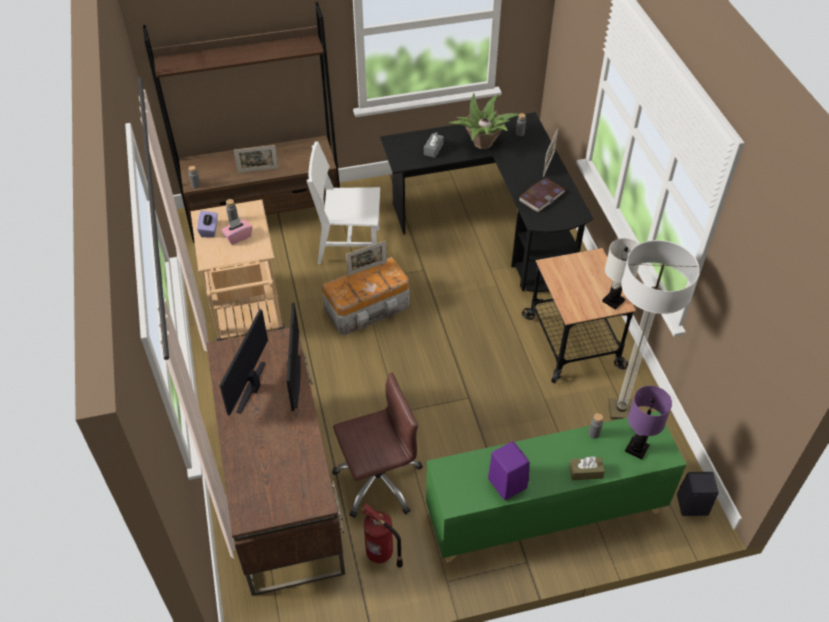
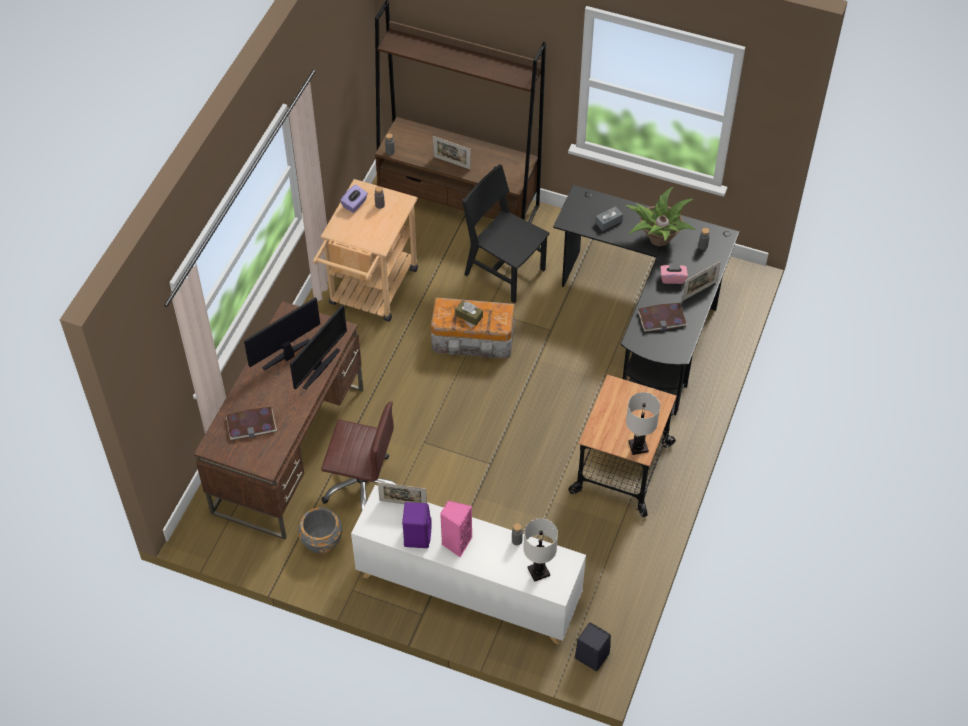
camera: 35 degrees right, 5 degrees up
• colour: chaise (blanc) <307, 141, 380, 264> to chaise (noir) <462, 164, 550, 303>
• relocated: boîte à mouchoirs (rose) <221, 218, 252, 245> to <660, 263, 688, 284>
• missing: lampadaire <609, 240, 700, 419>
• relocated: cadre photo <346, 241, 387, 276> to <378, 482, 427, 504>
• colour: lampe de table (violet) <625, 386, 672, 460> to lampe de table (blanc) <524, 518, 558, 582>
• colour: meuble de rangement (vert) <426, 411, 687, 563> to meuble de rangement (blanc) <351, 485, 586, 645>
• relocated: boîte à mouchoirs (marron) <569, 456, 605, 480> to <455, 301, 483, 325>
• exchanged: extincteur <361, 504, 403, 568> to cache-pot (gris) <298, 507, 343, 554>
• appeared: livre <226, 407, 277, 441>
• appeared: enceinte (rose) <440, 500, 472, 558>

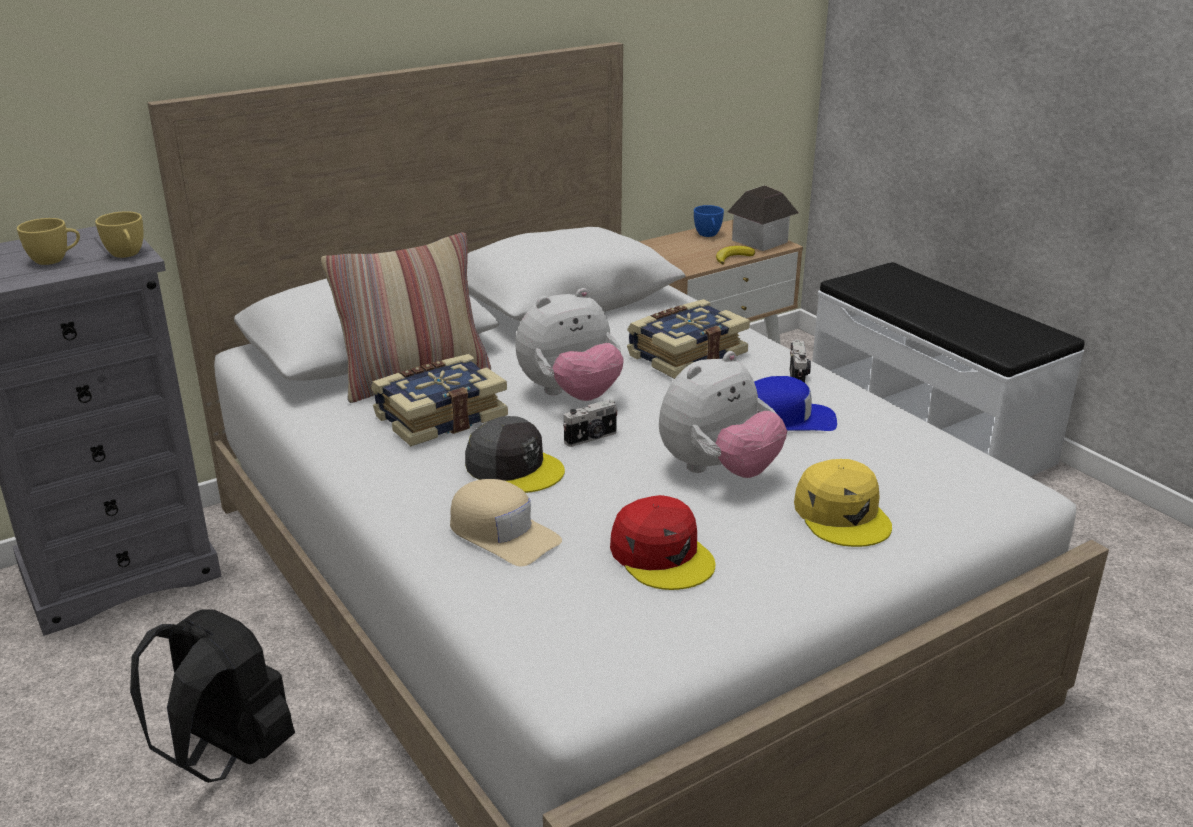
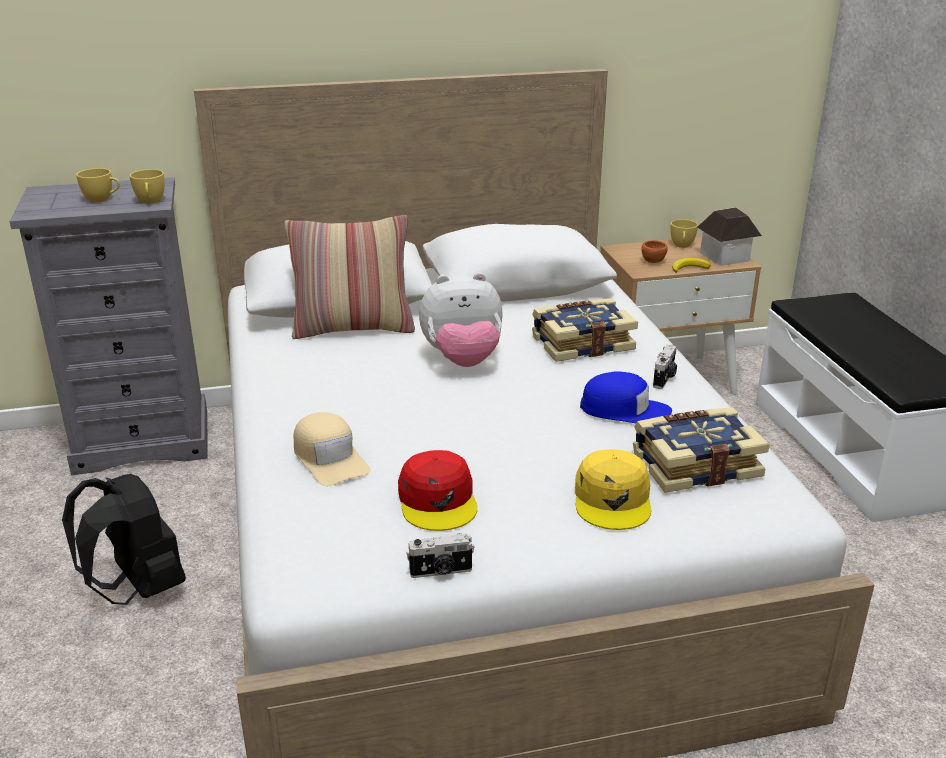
camera: 20 degrees right, 0 degrees up
• colour: tasse (bleu) <694, 205, 724, 237> to tasse (jaune) <671, 219, 698, 248>
• missing: peluche <659, 351, 787, 478>
• relocated: livre <371, 354, 508, 446> to <633, 407, 770, 493>
• relocated: appareil photo <563, 399, 618, 447> to <407, 533, 474, 578>
• missing: casquette (gris) <465, 416, 565, 493>
• appeared: tasse (marron) <641, 240, 668, 263>

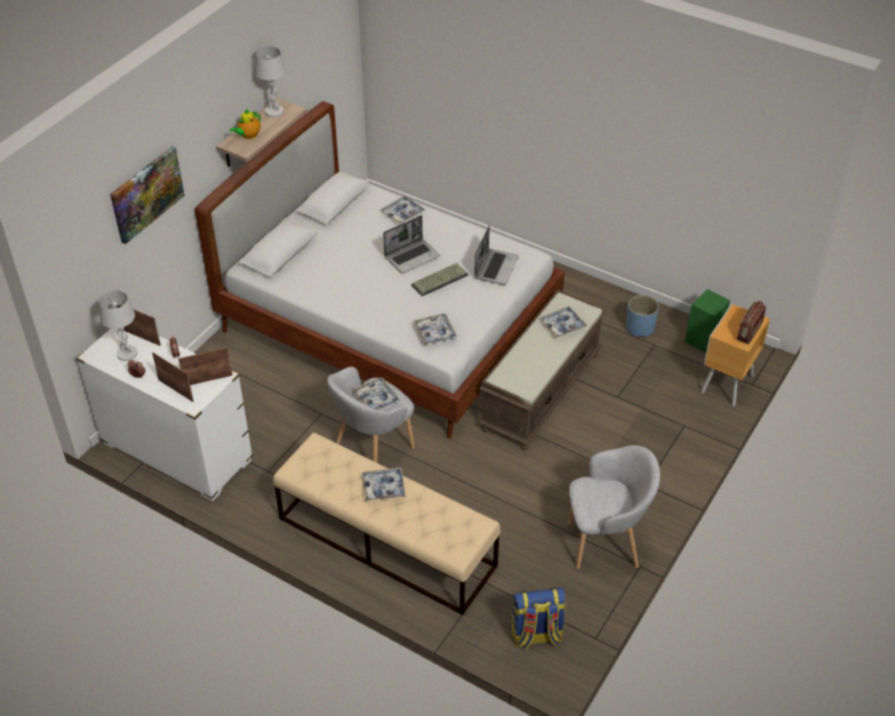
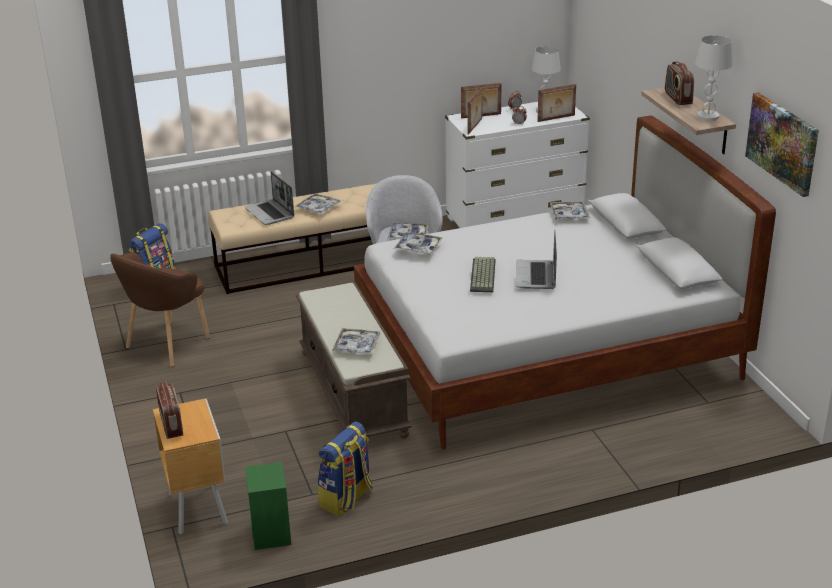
camera: 130 degrees right, 15 degrees down
• exchanged: théière <230, 109, 261, 139> to radio <665, 61, 694, 105>
• relocated: tableau <110, 147, 185, 244> to <745, 93, 819, 197>
• relocated: plateau <381, 196, 425, 224> to <550, 201, 591, 219>
• relocated: ordinateur portable <474, 226, 519, 285> to <245, 171, 294, 225>
• exchanged: cache-pot (bleu) <626, 295, 659, 337> to sac à dos <318, 422, 373, 516>
• colour: fauteuil (gris) <567, 445, 660, 569> to fauteuil (marron) <110, 253, 210, 367>

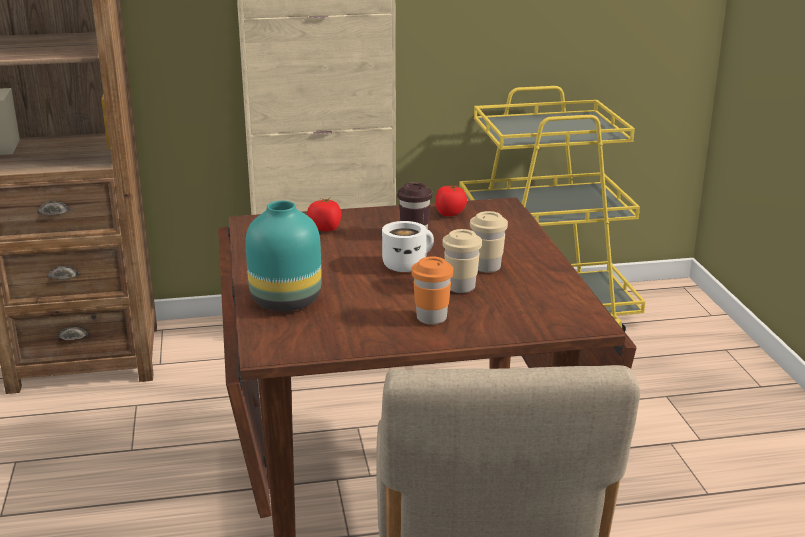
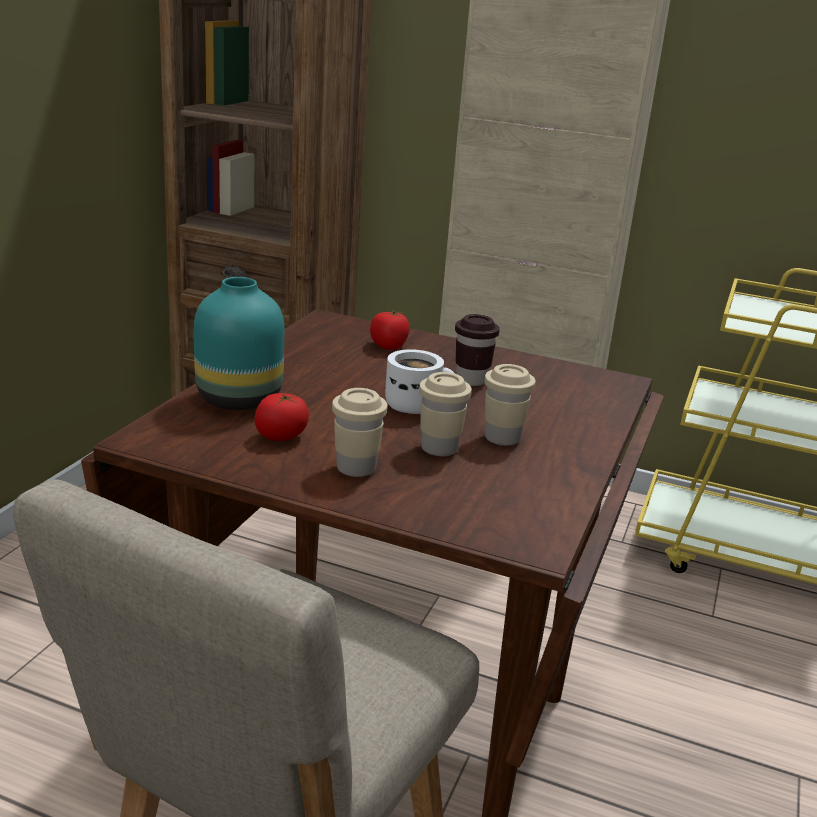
camera: 30 degrees right, 0 degrees up
• relocated: tomate <436, 185, 467, 216> to <255, 393, 309, 441>
• colour: tasse (orange) <411, 257, 453, 325> to tasse (beige) <332, 388, 388, 477>

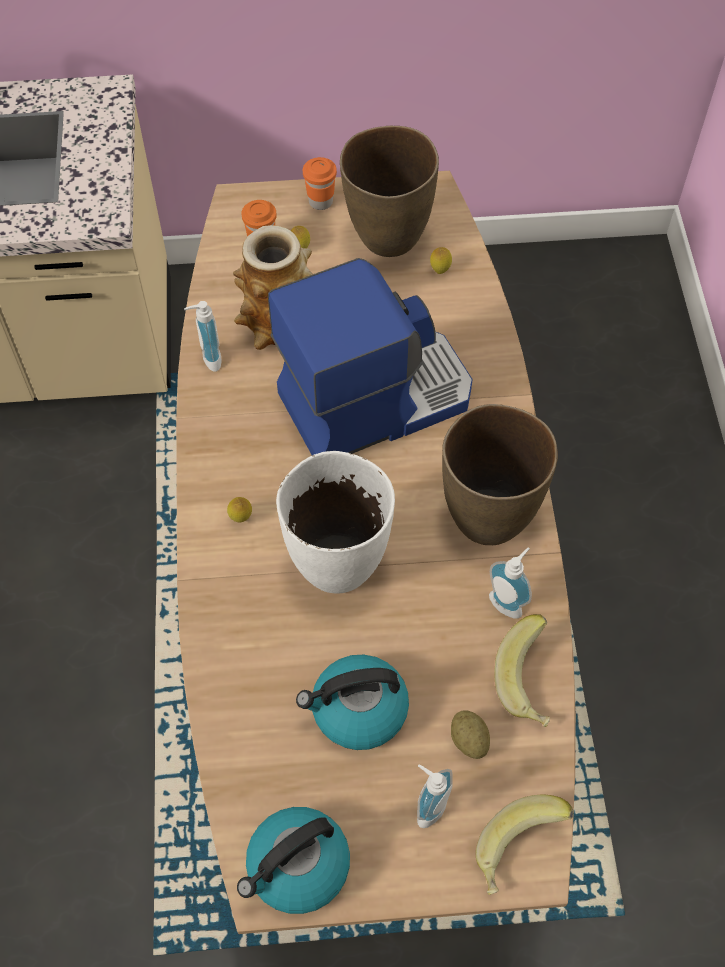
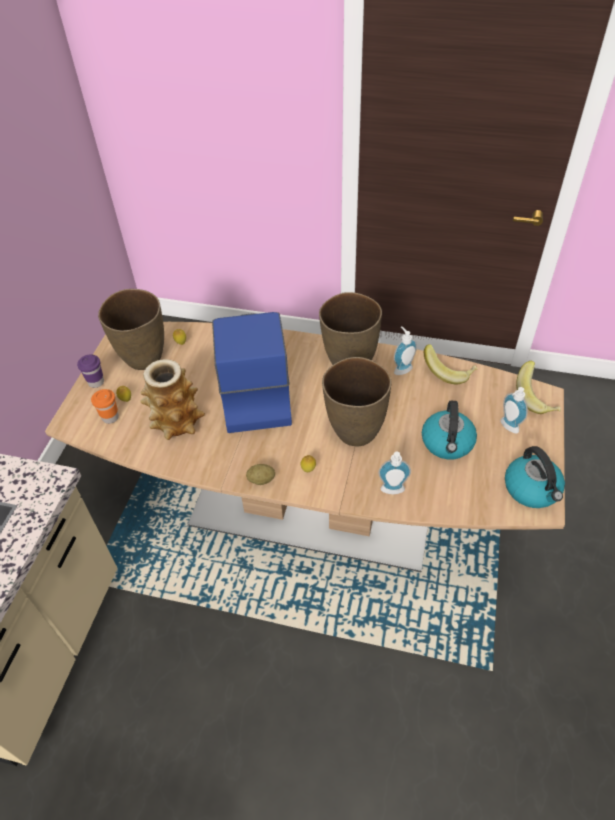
camera: 70 degrees left, 10 degrees down
• colour: tasse (orange) <303, 157, 337, 210> to tasse (violet) <77, 355, 104, 388>
• relocated: distributeur de savon <184, 301, 222, 372> to <378, 451, 411, 494>
• colour: vase (blanc) <276, 451, 395, 594> to vase (marron) <322, 357, 392, 446>
• relocated: pomme de terre <451, 710, 490, 759> to <246, 464, 275, 485>

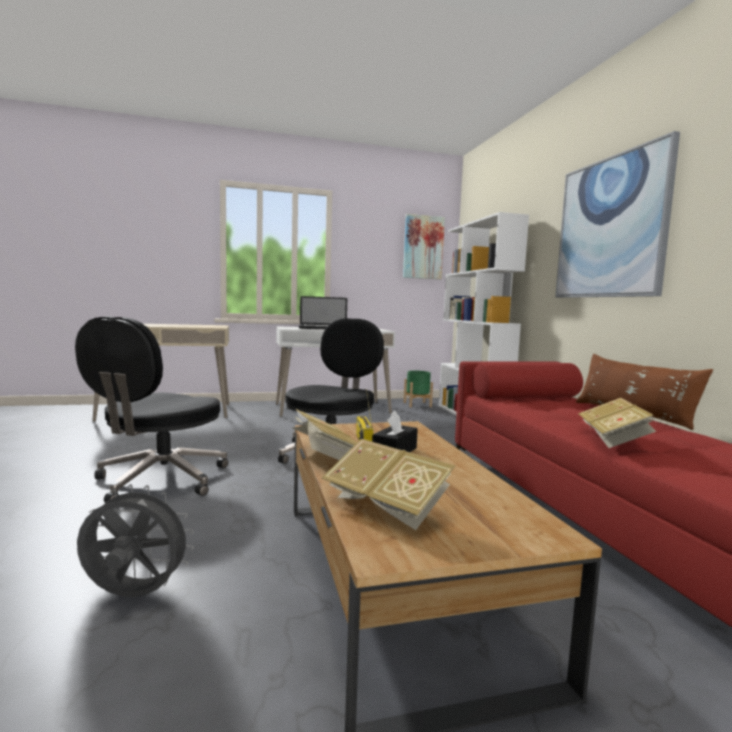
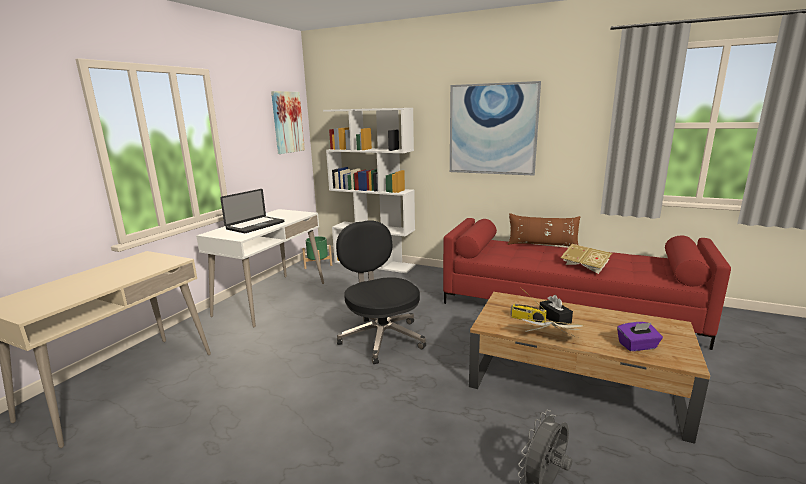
camera: 50 degrees left, 10 degrees up
• missing: chaise de bureau (noir) <75, 316, 228, 503>
• exchanged: livre <322, 439, 455, 530> to boîte à mouchoirs (violet) <617, 322, 663, 351>

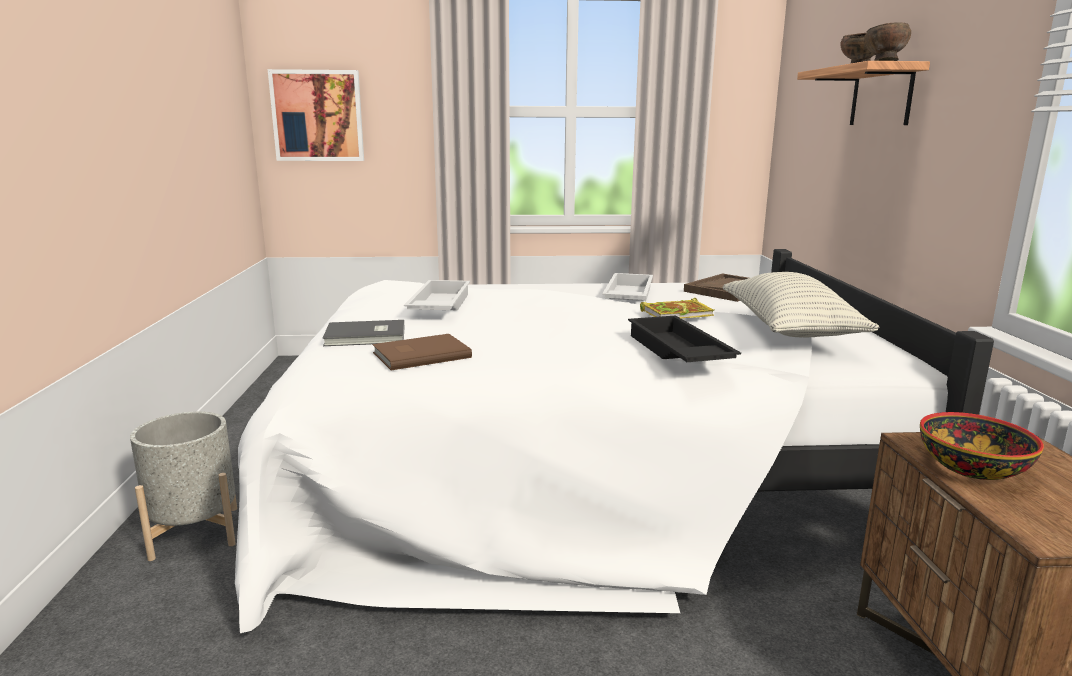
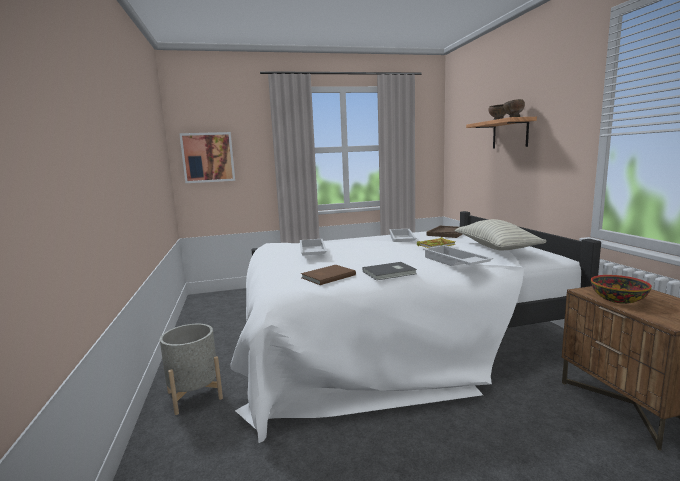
camera: 10 degrees left, 5 degrees down
• colour: plateau (noir) <628, 315, 741, 362> to plateau (blanc) <423, 245, 493, 266>
• relocated: livre (gris) <323, 320, 405, 346> to <362, 262, 417, 280>

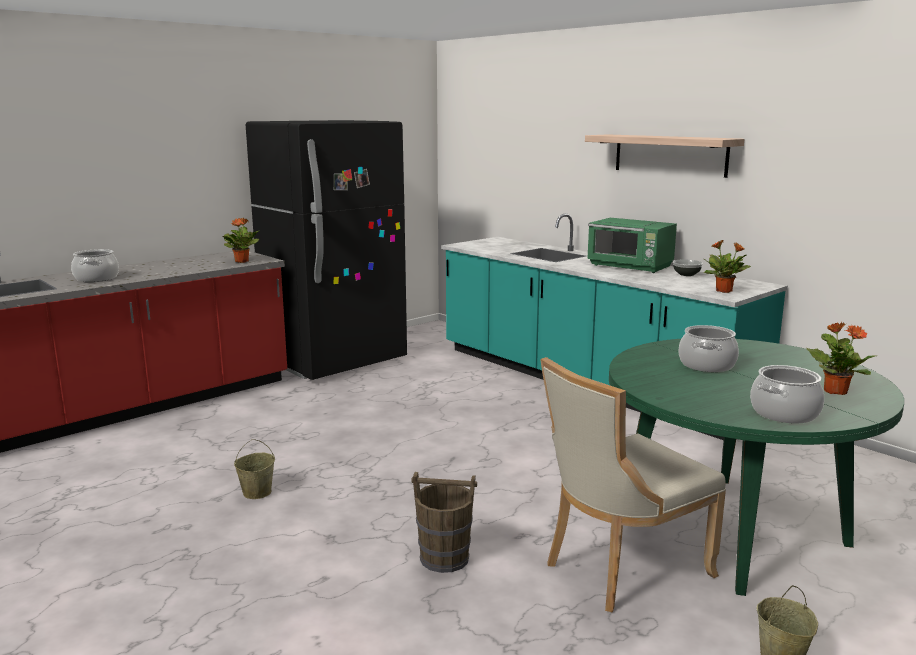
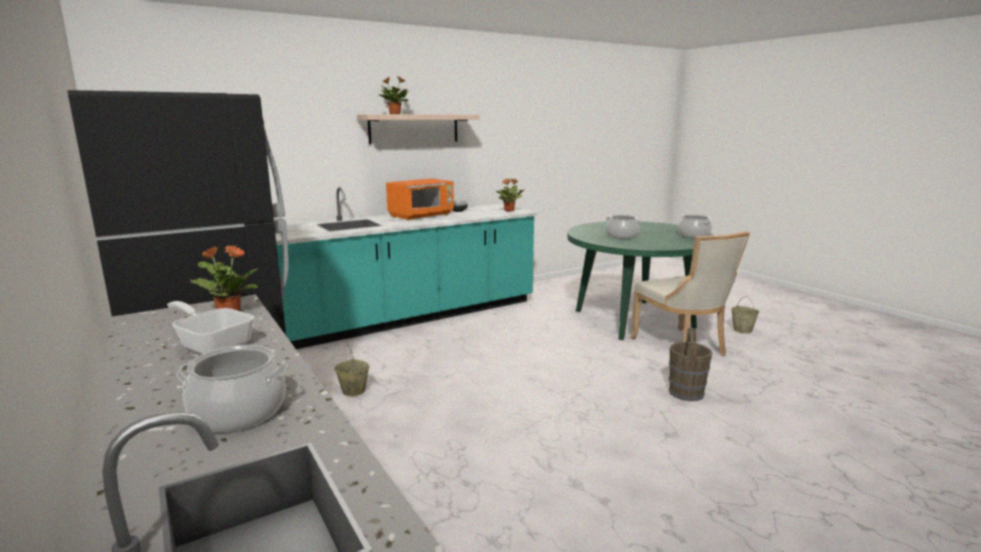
camera: 80 degrees left, 0 degrees up
• colour: micro-ondes (vert) <587, 218, 677, 273> to micro-ondes (orange) <386, 178, 454, 220>
• relocated: plante en pot <807, 322, 878, 395> to <379, 76, 410, 114>
• relocated: seau (beige) <234, 439, 275, 499> to <334, 349, 370, 397>
• appeared: poêle <167, 301, 254, 354>

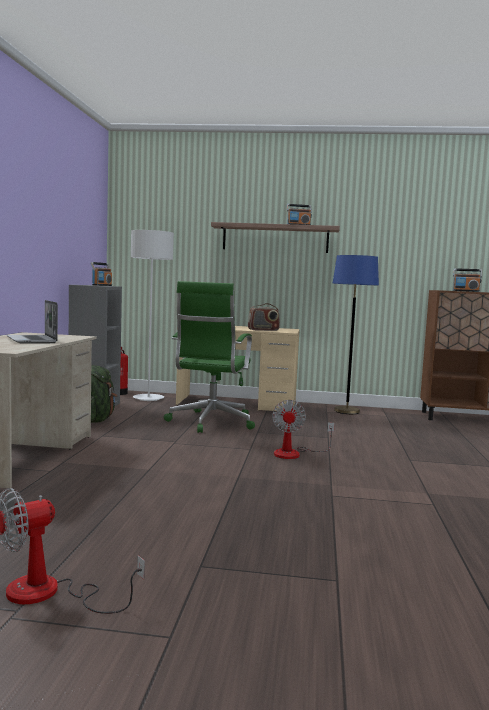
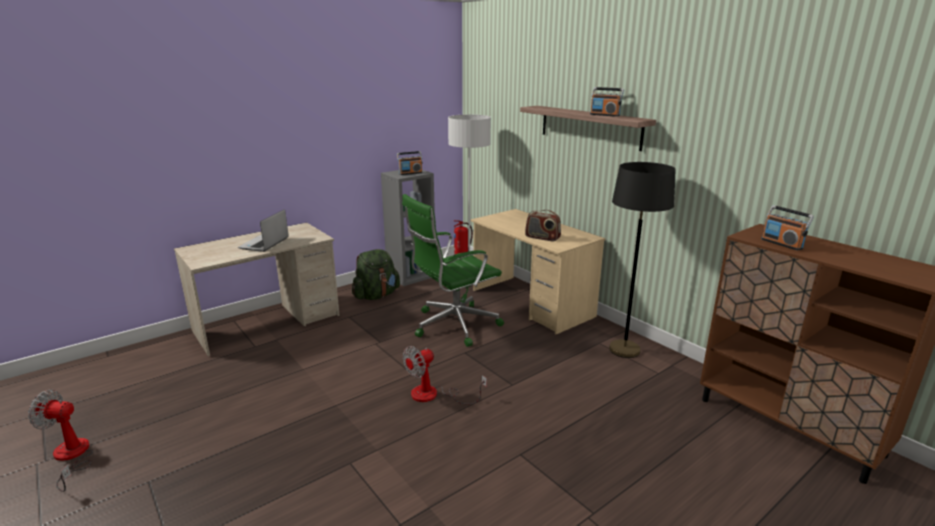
camera: 45 degrees right, 15 degrees up
• colour: lampadaire (bleu) <333, 255, 379, 414> to lampadaire (noir) <609, 162, 676, 358>

